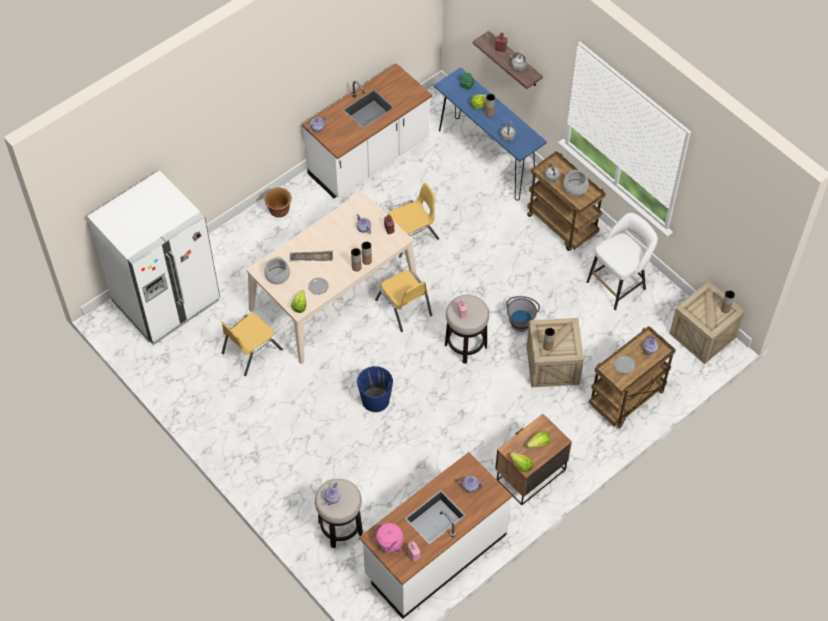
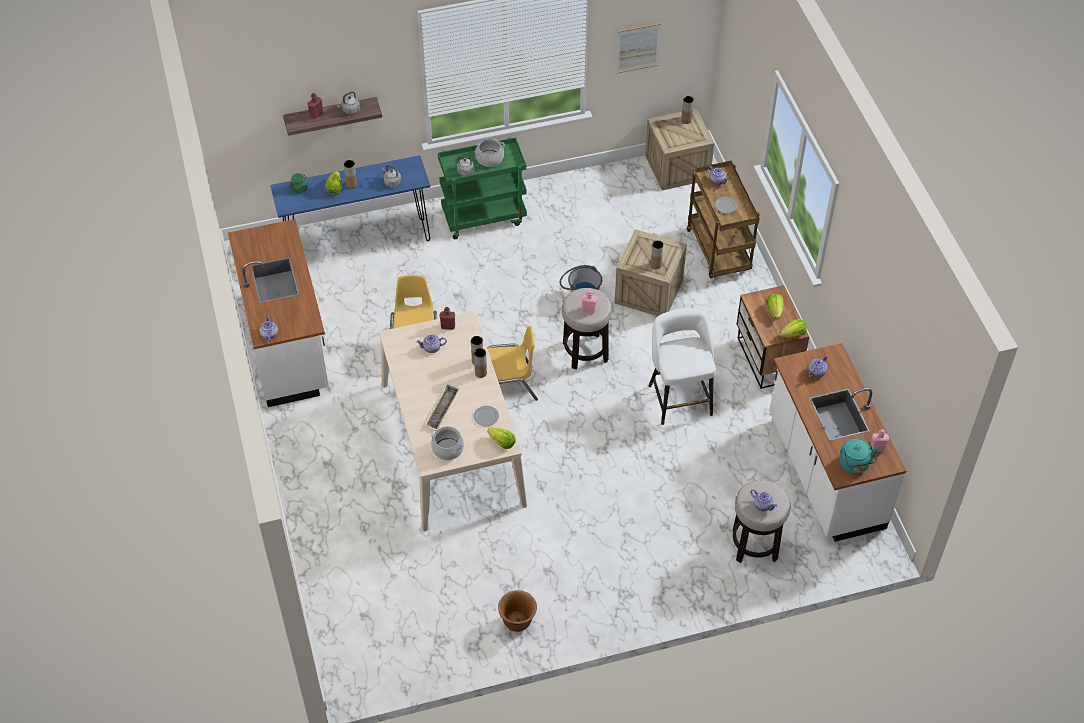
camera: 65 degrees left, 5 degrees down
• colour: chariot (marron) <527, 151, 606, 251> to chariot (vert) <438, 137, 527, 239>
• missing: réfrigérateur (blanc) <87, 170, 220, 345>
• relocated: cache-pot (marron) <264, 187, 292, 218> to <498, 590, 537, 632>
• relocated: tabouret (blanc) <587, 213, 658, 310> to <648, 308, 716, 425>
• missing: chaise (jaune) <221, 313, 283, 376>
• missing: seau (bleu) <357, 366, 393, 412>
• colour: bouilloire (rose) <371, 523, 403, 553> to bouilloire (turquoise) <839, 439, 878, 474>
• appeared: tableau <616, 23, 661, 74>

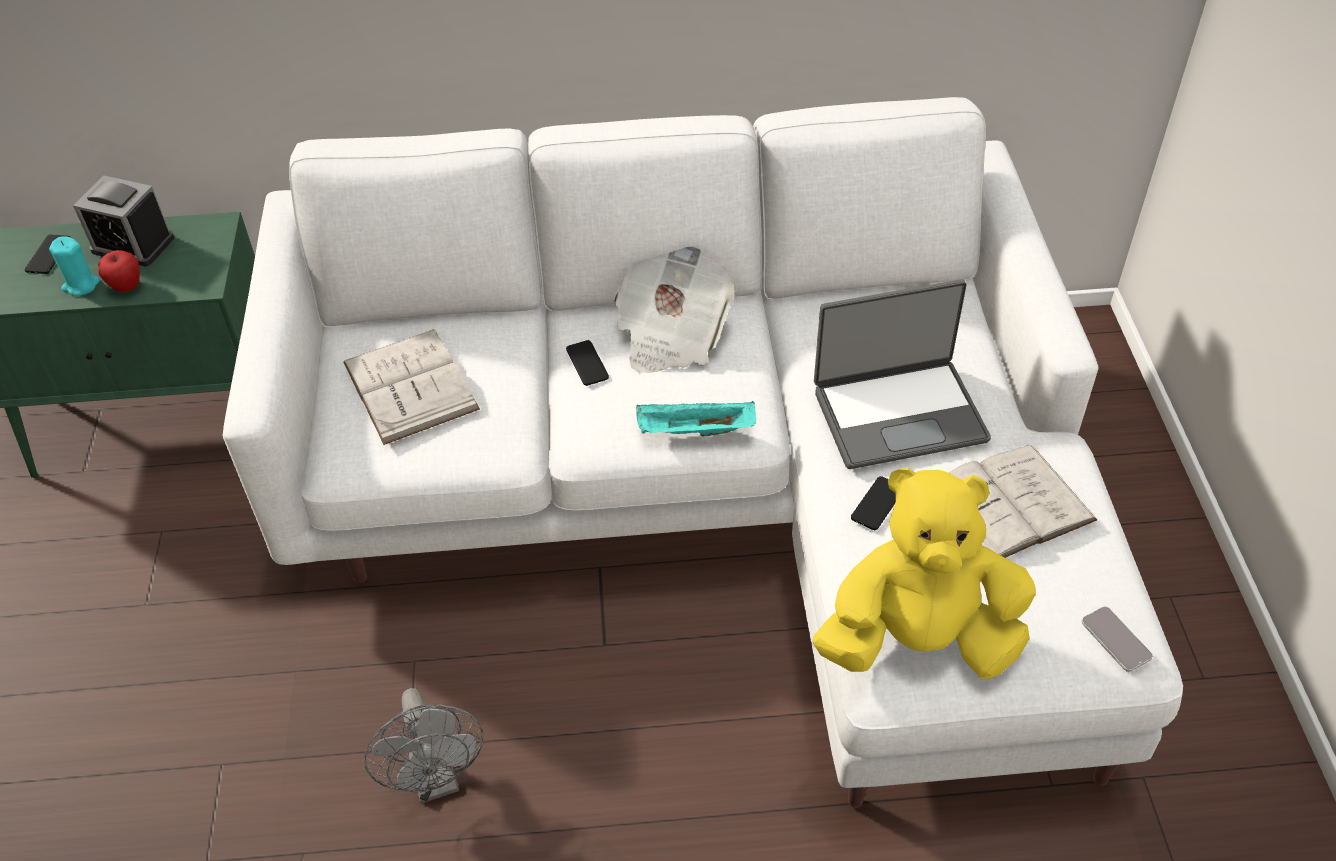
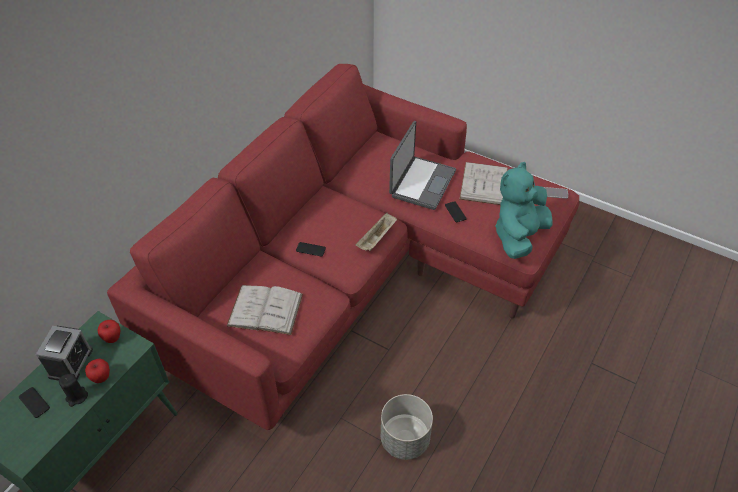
camera: 55 degrees left, 0 degrees up
• colour: canapé (blanc) <223, 97, 1183, 808> to canapé (rouge) <107, 64, 579, 430>
• spun: réveil <73, 175, 174, 266> = <36, 326, 93, 381> 45 degrees counterclockwise
• colour: bougie (turquoise) <49, 236, 100, 296> to bougie (noir) <59, 374, 88, 407>
• missing: journal <614, 246, 735, 373>
• colour: plateau (turquoise) <636, 401, 756, 436> to plateau (beige) <356, 213, 397, 251>
• colour: peluche (jaune) <813, 467, 1036, 680> to peluche (turquoise) <495, 162, 552, 259>
• exchanged: ventilateur (gris) <364, 688, 484, 804> to cache-pot (gris) <381, 394, 433, 460>
• appeared: pomme <98, 320, 120, 343>

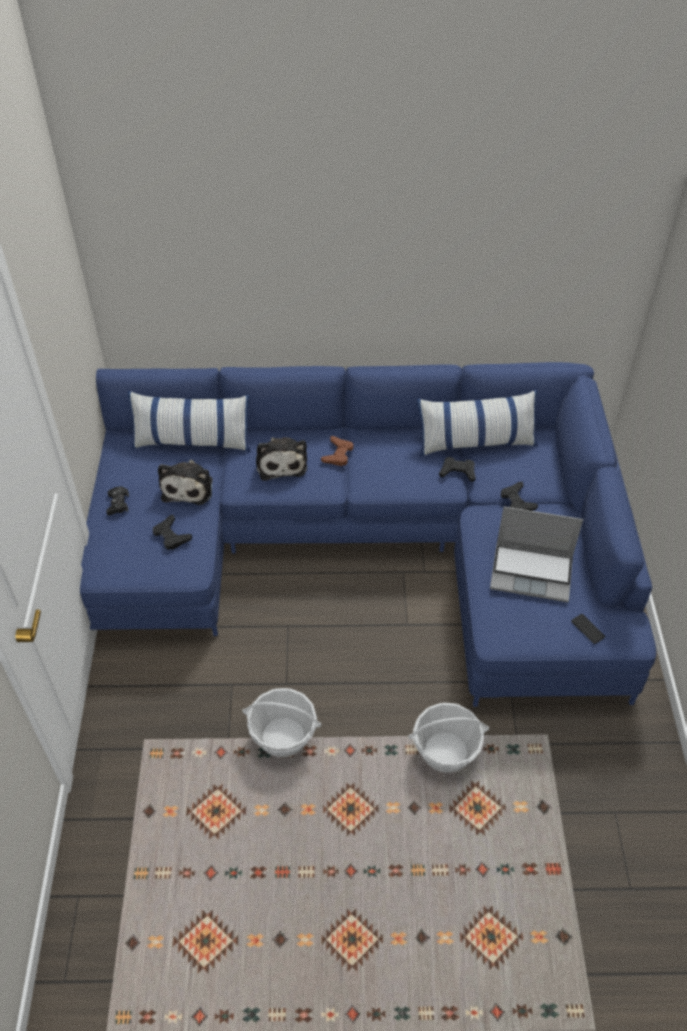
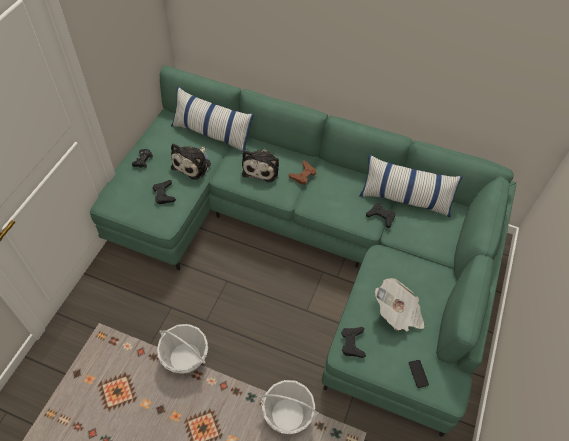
camera: 20 degrees right, 5 degrees up
• colour: canapé (bleu) <80, 362, 656, 707> to canapé (vert) <90, 65, 516, 437>
• relocated: manette (noir) <501, 482, 538, 511> to <341, 327, 366, 358>
• exchanged: ordinateur portable <490, 506, 583, 602> to journal <375, 278, 425, 332>

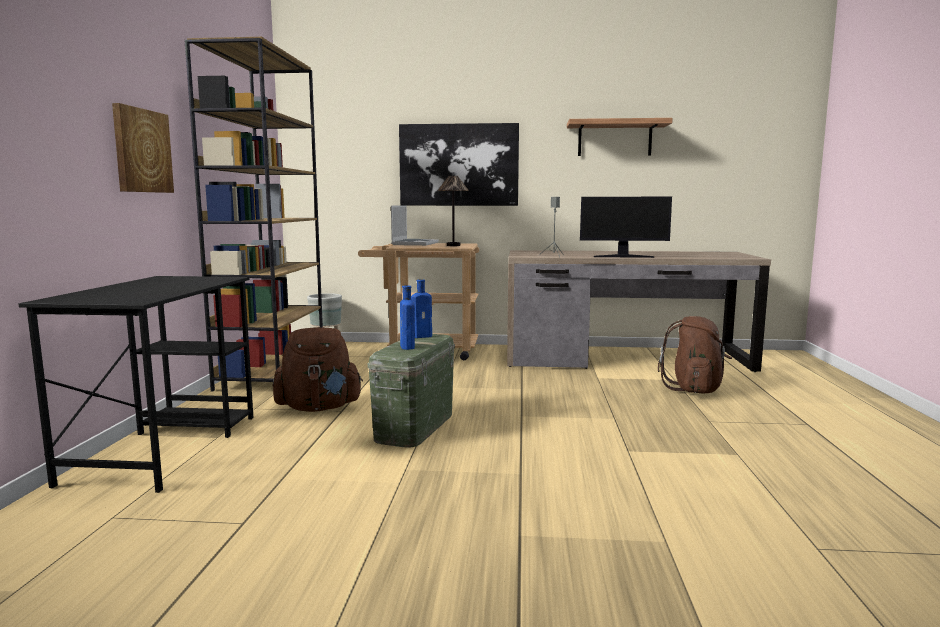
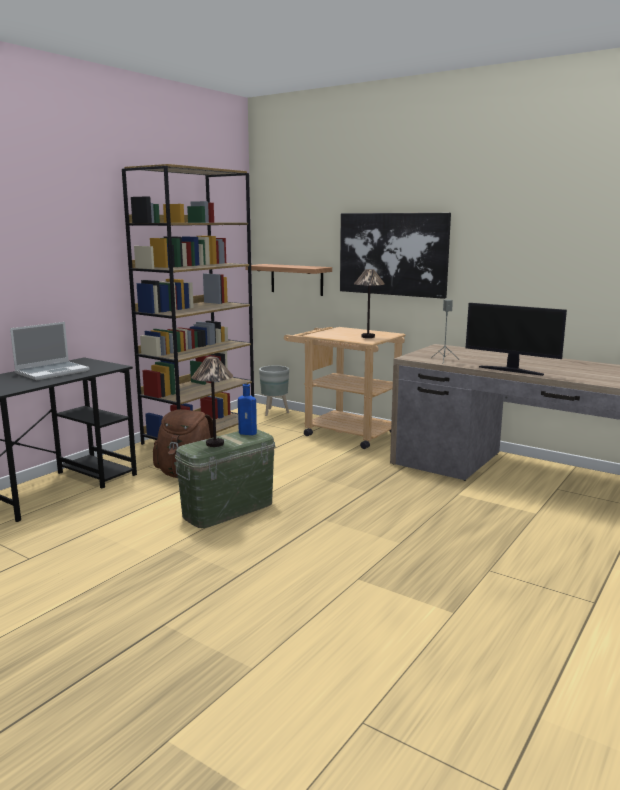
camera: 30 degrees right, 5 degrees up
• missing: tableau <112, 103, 174, 193>
• relocated: étagère <567, 118, 673, 156> to <245, 264, 332, 296>
• relocated: ordinateur portable <391, 205, 439, 246> to <10, 322, 89, 380>
• exchanged: bouteille (bleu) <400, 285, 415, 350> to lampe de table <191, 357, 233, 447>
• missing: sac à dos (marron) <658, 316, 732, 394>

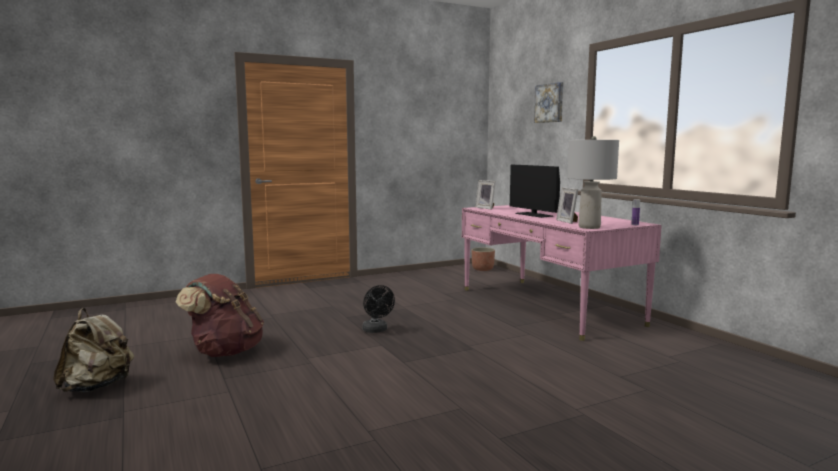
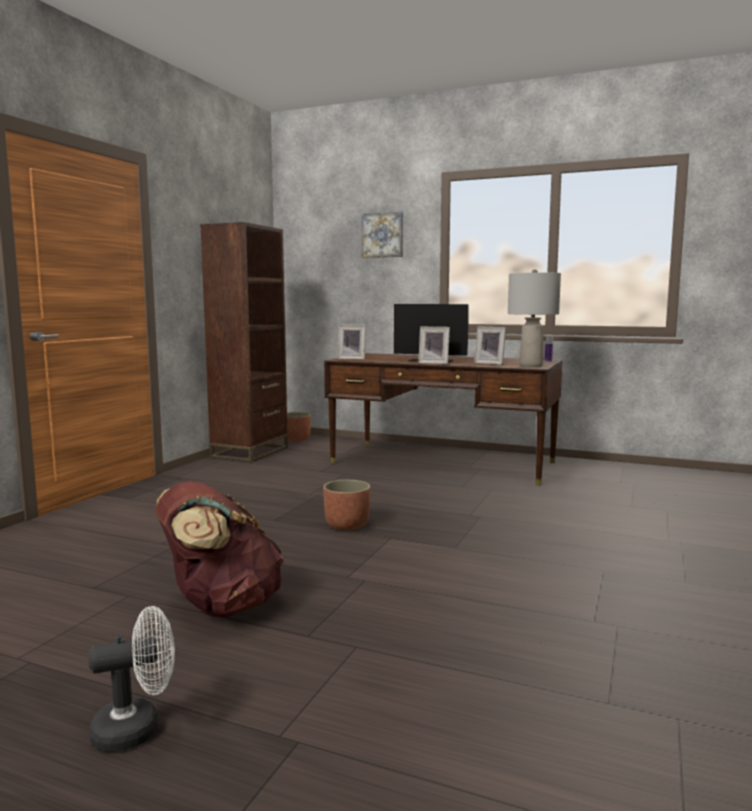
camera: 40 degrees left, 0 degrees up
• colour: bureau (rose) <462, 205, 662, 341> to bureau (marron) <324, 353, 562, 486>
• exchanged: ventilateur (noir) <362, 285, 395, 333> to cache-pot <323, 480, 370, 530>
• exchanged: sac à dos (beige) <53, 308, 134, 393> to ventilateur (blanc) <89, 606, 175, 752>
• appeared: bibliothèque (marron) <200, 222, 288, 462>
• appeared: cadre photo <418, 327, 450, 364>

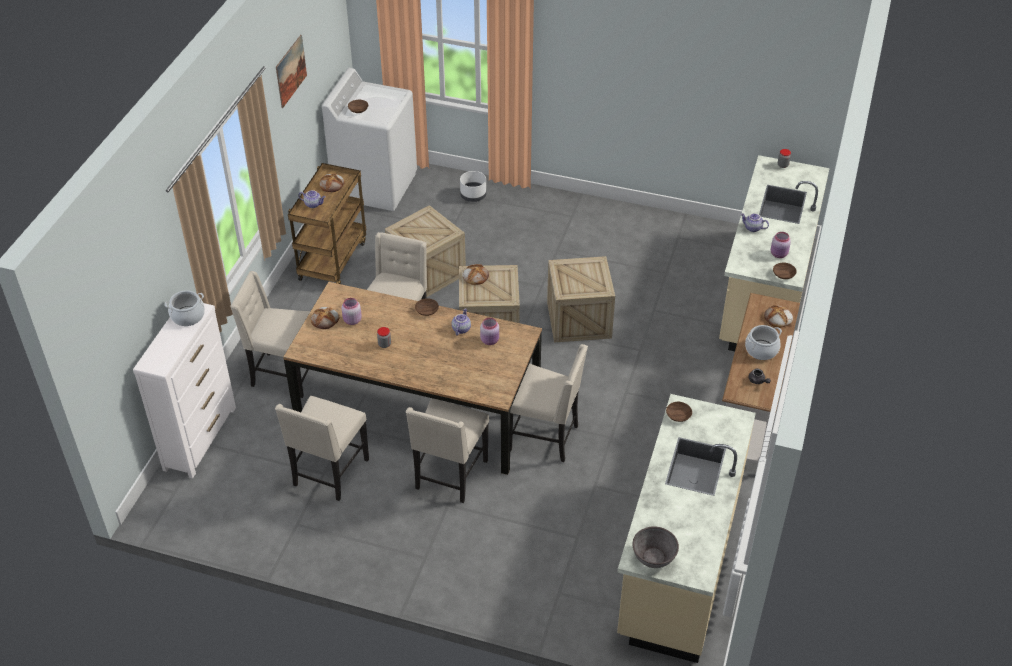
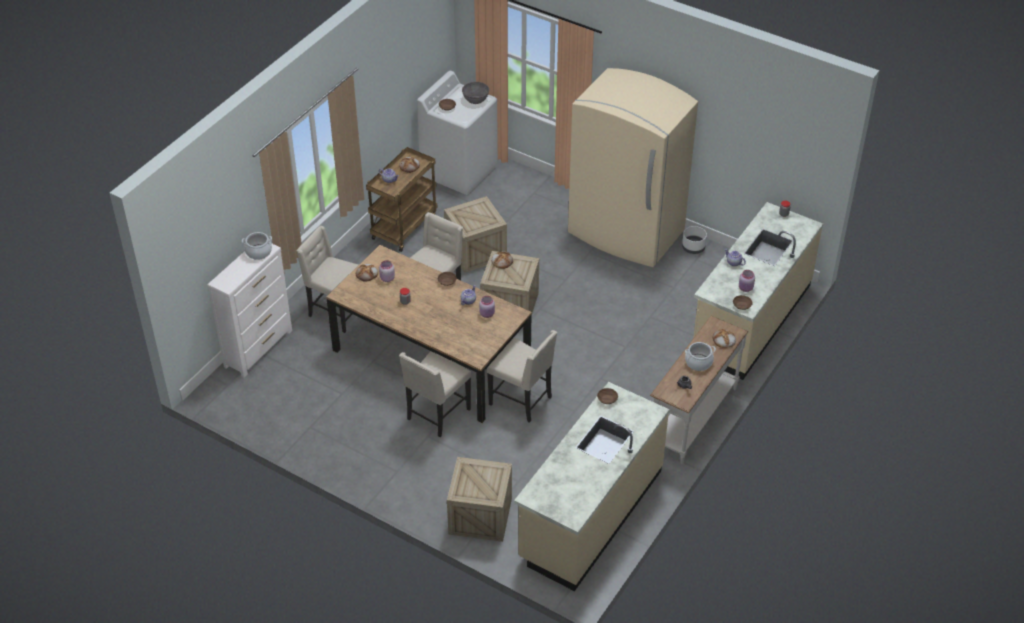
camera: 15 degrees right, 0 degrees up
• missing: tableau <276, 35, 307, 108>
• relocated: cache-pot (blanc) <460, 171, 486, 202> to <682, 226, 707, 254>
• relocated: caisse <547, 256, 615, 343> to <447, 457, 512, 542>
• missing: chaise (beige) <275, 396, 369, 501>
• relocated: bol (gris) <632, 526, 679, 568> to <462, 82, 489, 104>
• appeared: réfrigérateur (beige) <568, 68, 698, 267>

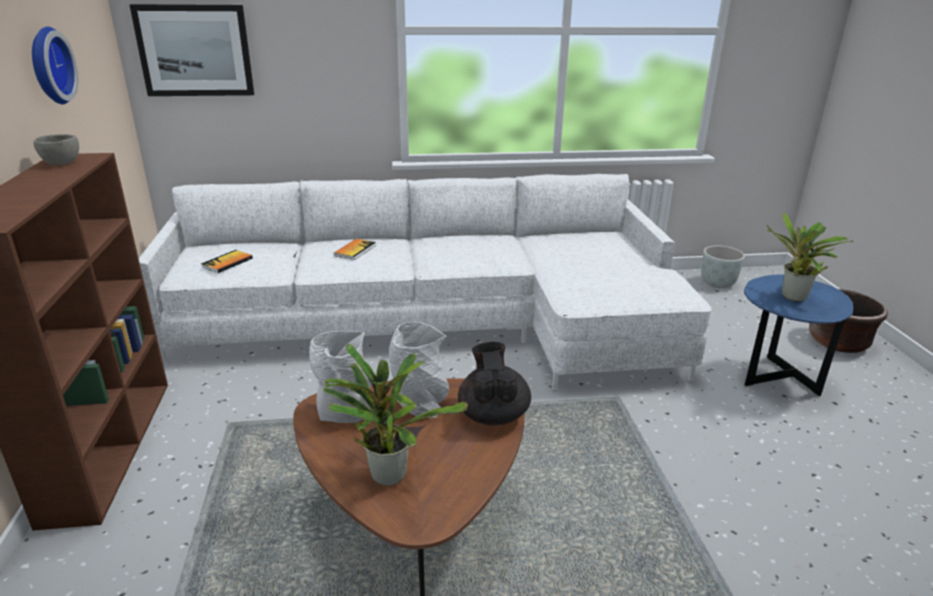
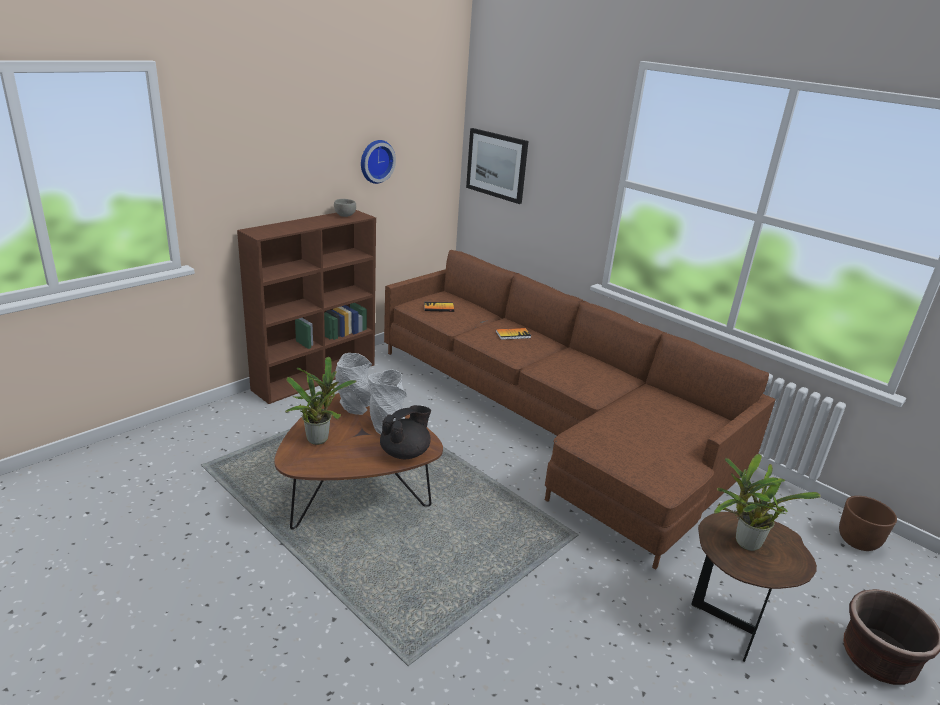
camera: 50 degrees right, 0 degrees up
• colour: canapé (blanc) <139, 174, 712, 390> to canapé (marron) <384, 250, 776, 570>
• colour: cache-pot (gris) <701, 246, 745, 289> to cache-pot (marron) <839, 496, 897, 551>
• colour: table d'appoint (bleu) <744, 274, 854, 396> to table d'appoint (marron) <691, 511, 817, 662>

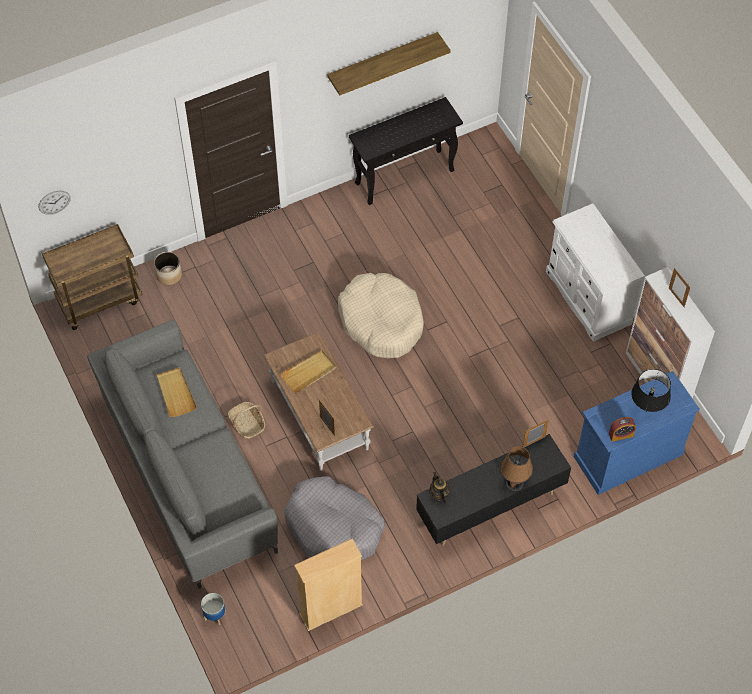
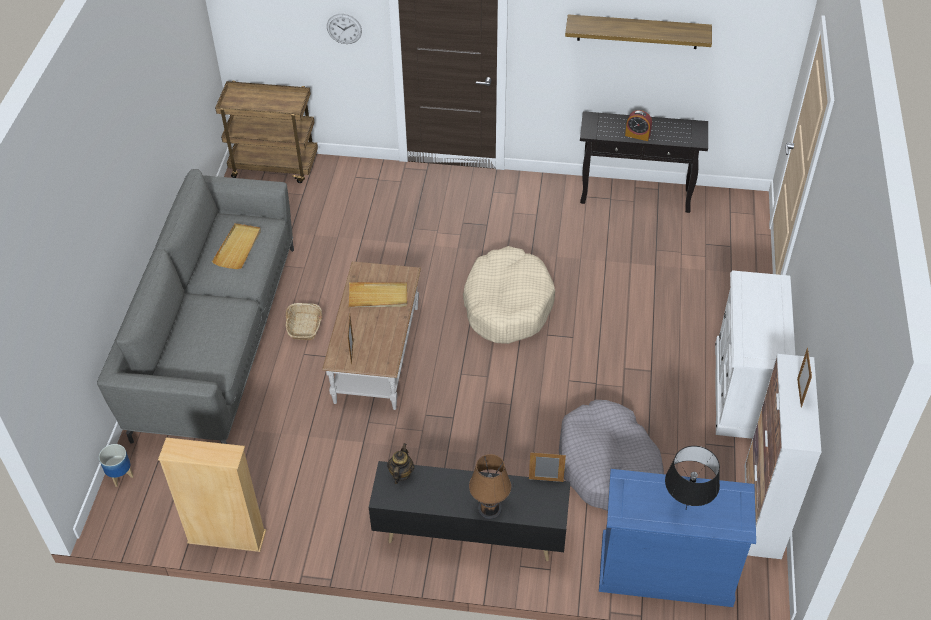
camera: 35 degrees right, 10 degrees down
• relocated: horloge murale <38, 191, 71, 215> to <327, 14, 362, 44>
• missing: cache-pot <154, 252, 182, 285>
• relocated: réveil <609, 417, 636, 442> to <625, 110, 652, 141>
• relocated: panier pour chien (gris) <284, 476, 385, 560> to <559, 400, 664, 511>

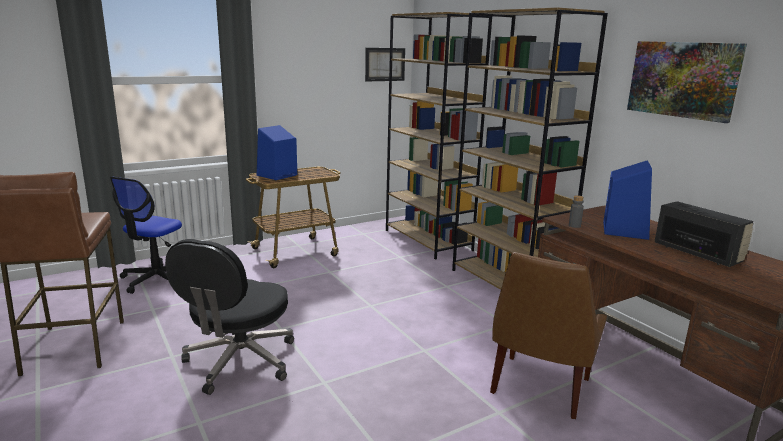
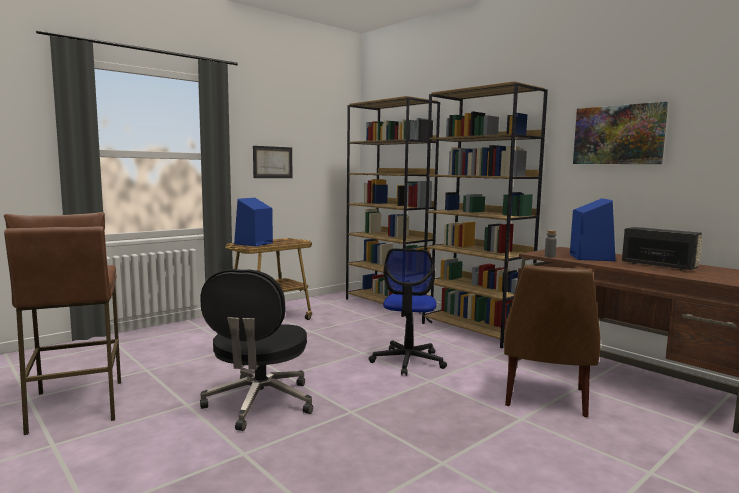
camera: 10 degrees left, 10 degrees down
• relocated: tableau <365, 48, 405, 81> to <253, 146, 292, 178>
• relocated: chaise de bureau <110, 176, 182, 294> to <369, 248, 447, 376>

